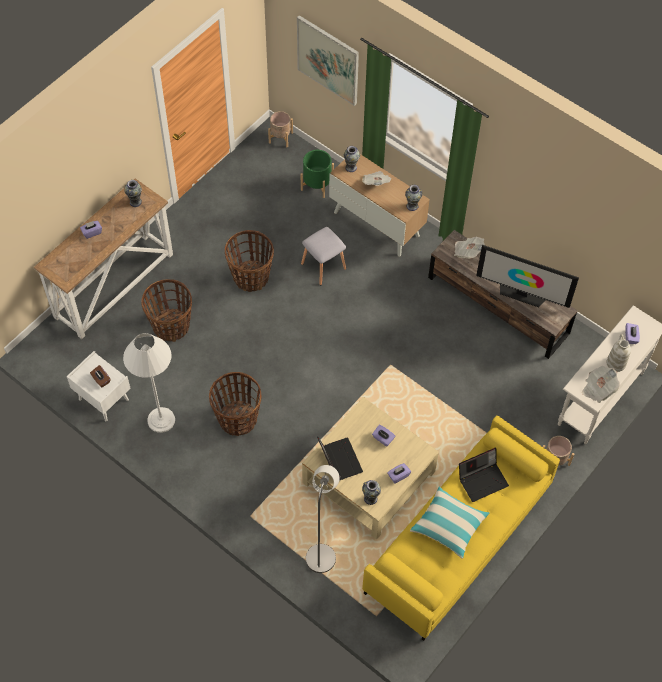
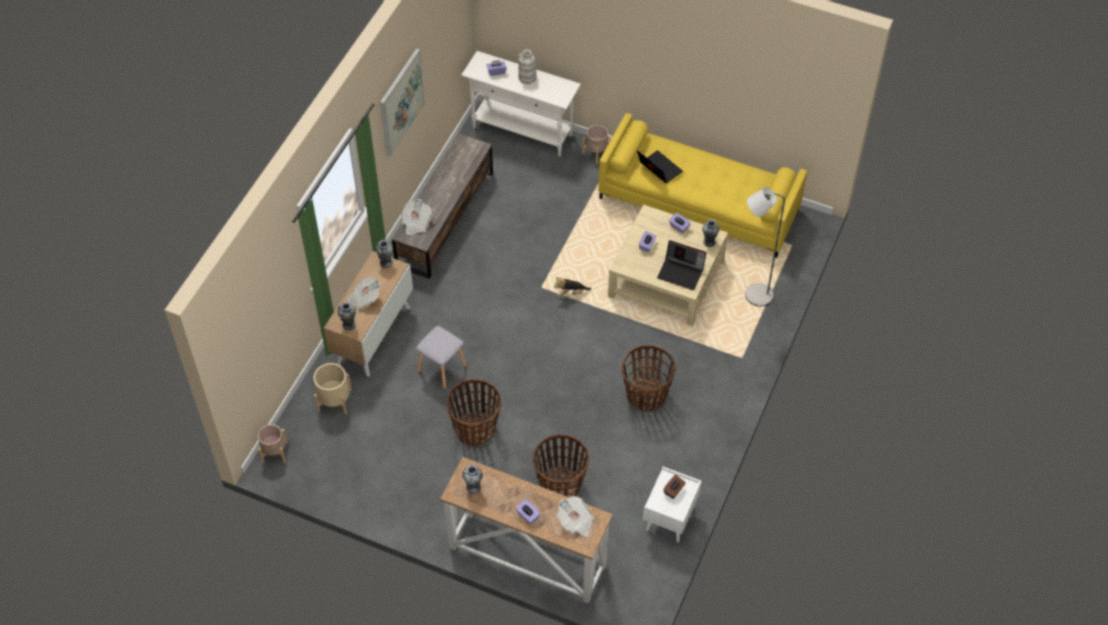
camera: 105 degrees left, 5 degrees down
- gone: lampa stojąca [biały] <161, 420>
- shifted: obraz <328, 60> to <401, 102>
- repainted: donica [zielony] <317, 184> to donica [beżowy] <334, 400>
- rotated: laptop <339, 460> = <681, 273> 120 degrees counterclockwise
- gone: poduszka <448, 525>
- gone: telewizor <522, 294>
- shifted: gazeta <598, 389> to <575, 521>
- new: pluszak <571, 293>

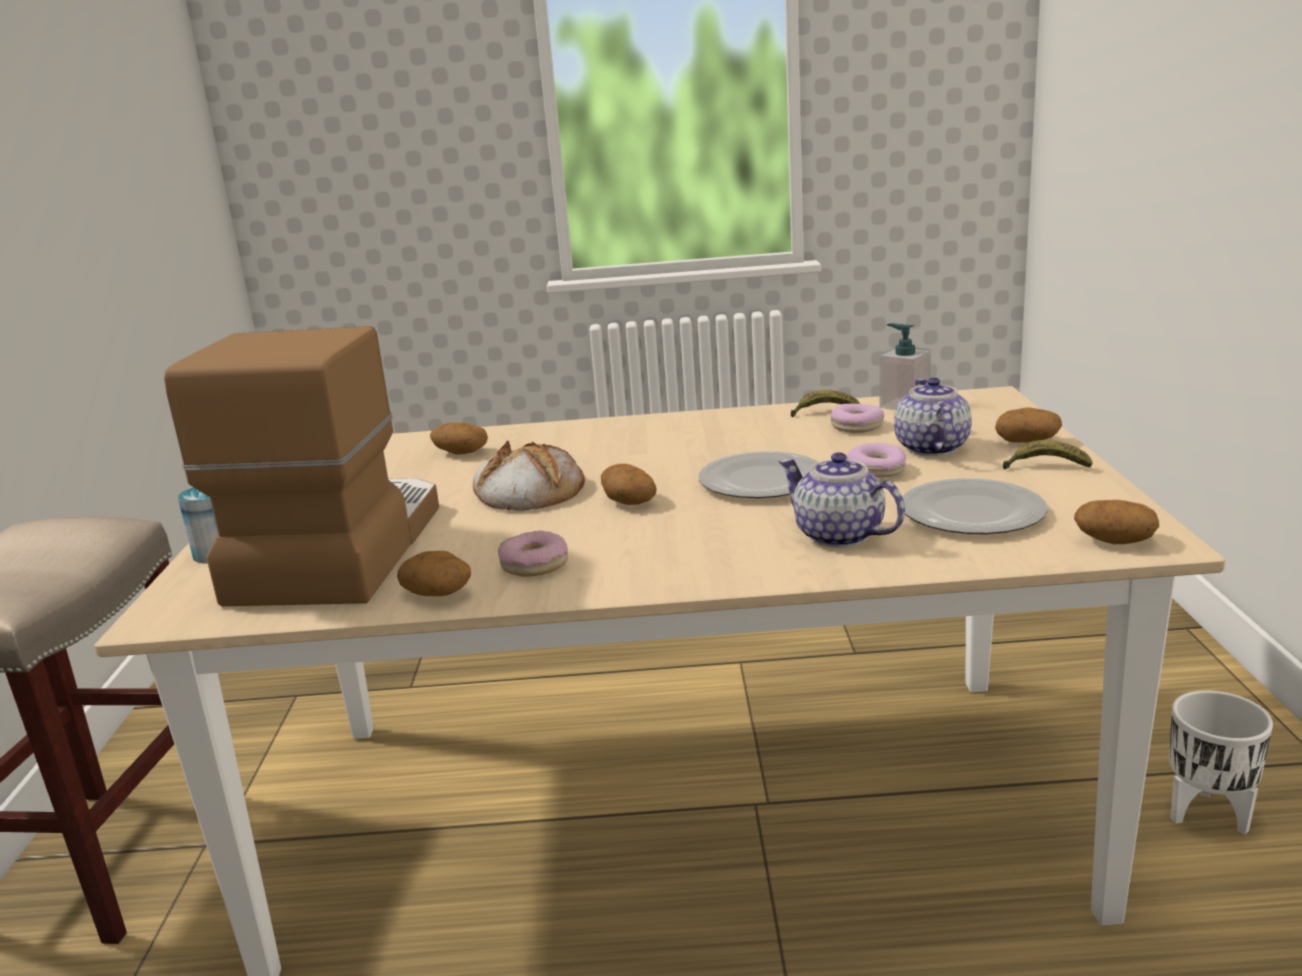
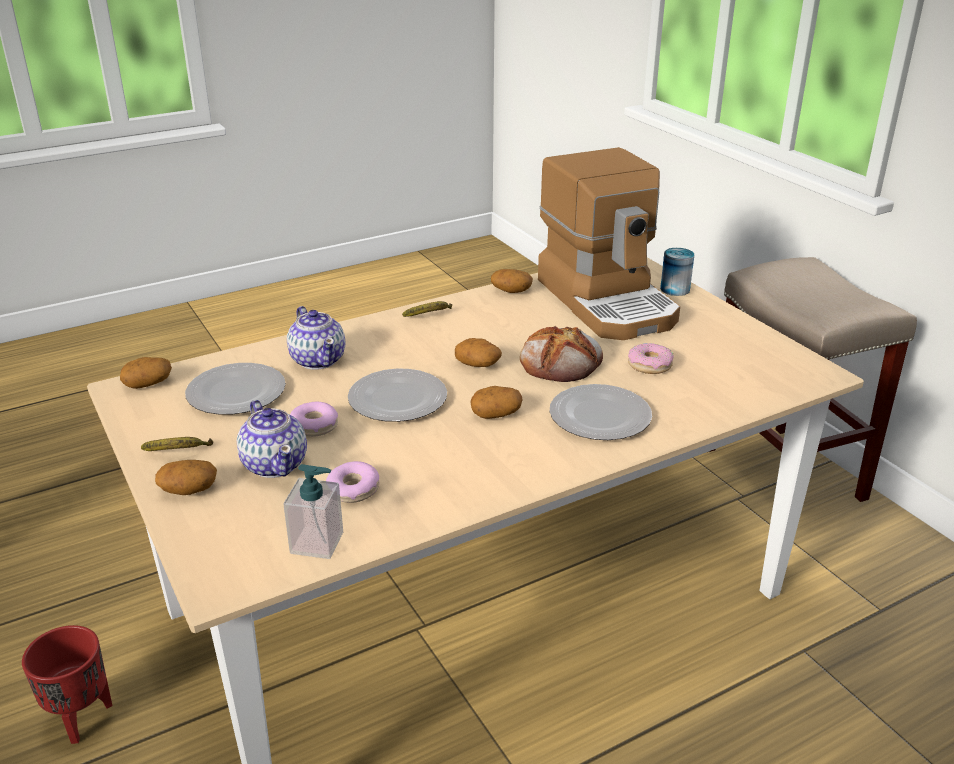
camera: 150 degrees right, 10 degrees up
- shifted: ziemniak <460, 452> to <496, 413>
- shifted: donut <534, 564> to <650, 365>
- rotated: imbryk <839, 536> = <318, 359> 45 degrees clockwise
- shifted: banan <824, 412> to <430, 316>
- repainted: donica [biały] <1209, 815> to donica [czerwony] <80, 717>
- new: talerz <599, 415>

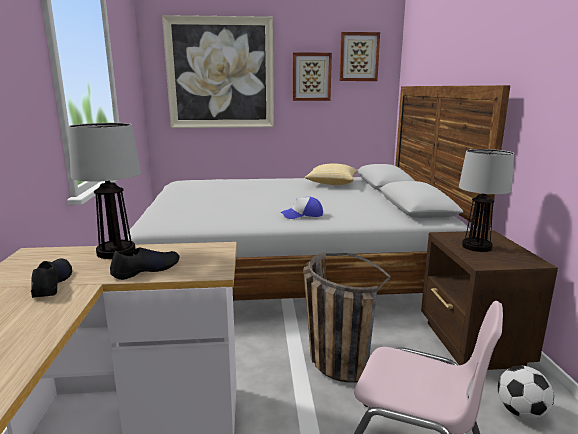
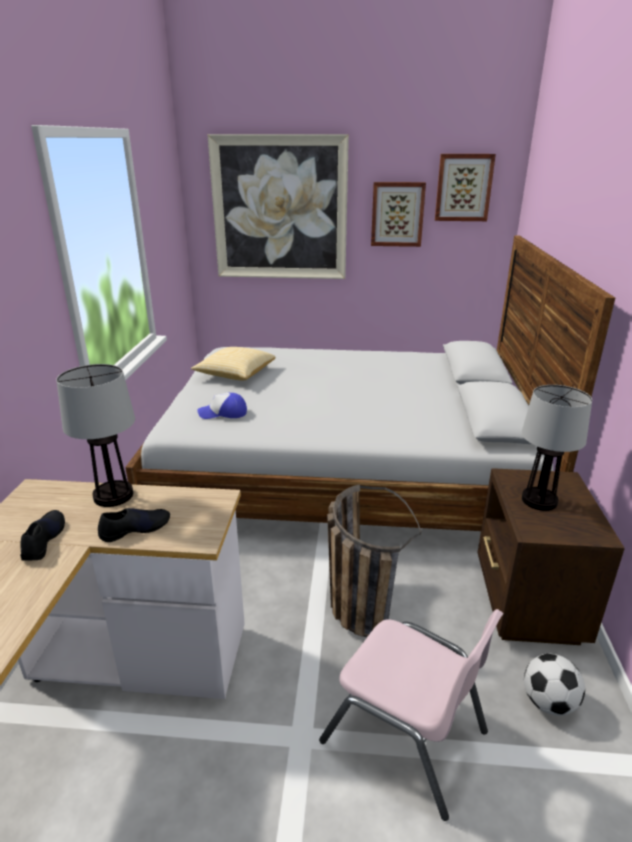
camera: 10 degrees right, 10 degrees up
- shifted: czapka z daszkiem <302, 215> to <223, 413>
- shifted: poduszka <331, 183> to <235, 374>

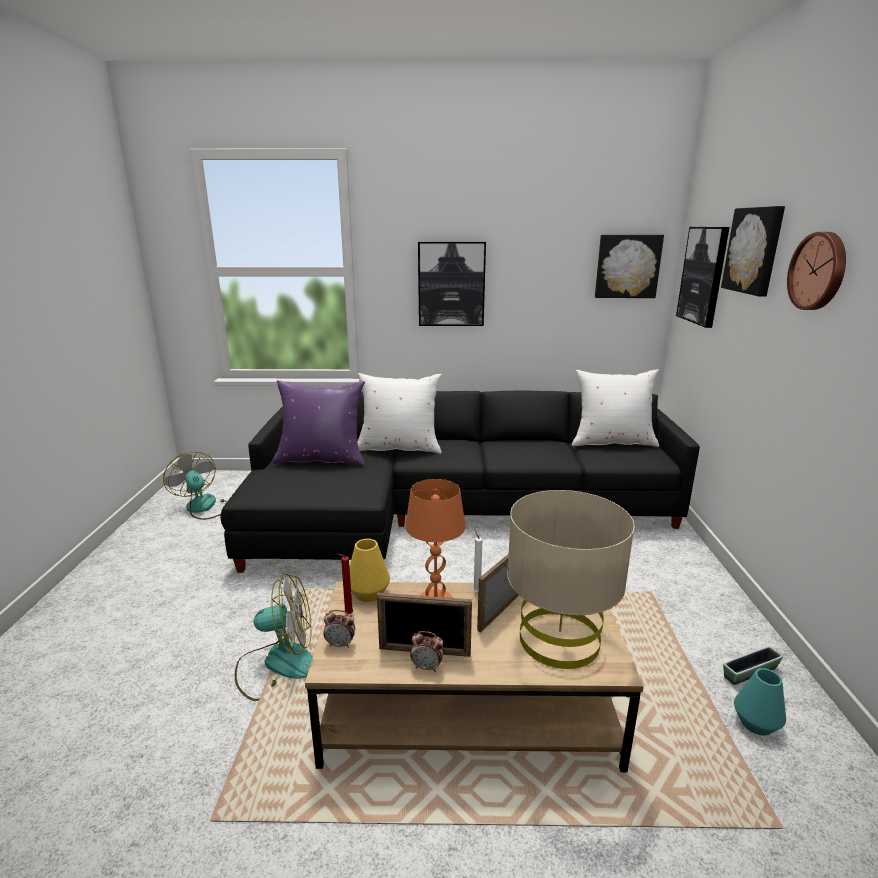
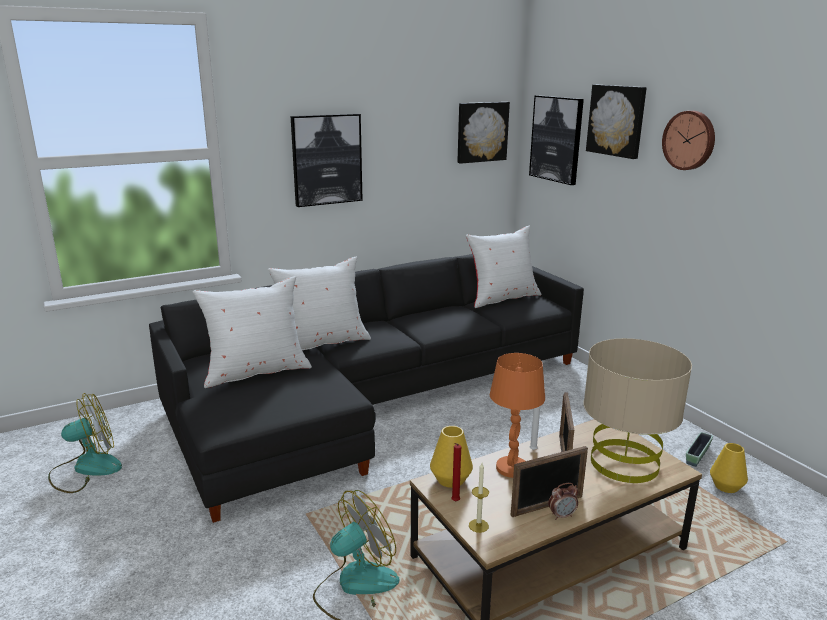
camera: 30 degrees left, 0 degrees up
- rotated: wentylator <205, 507> = <86, 469> 135 degrees clockwise
- repainted: poduszka [fioletowy] <321, 459> to poduszka [biały] <256, 371>
- swapped: budzik <340, 644> to świeca <478, 525>
- repainted: wazon [turkusowy] <756, 723> to wazon [żółty] <726, 486>

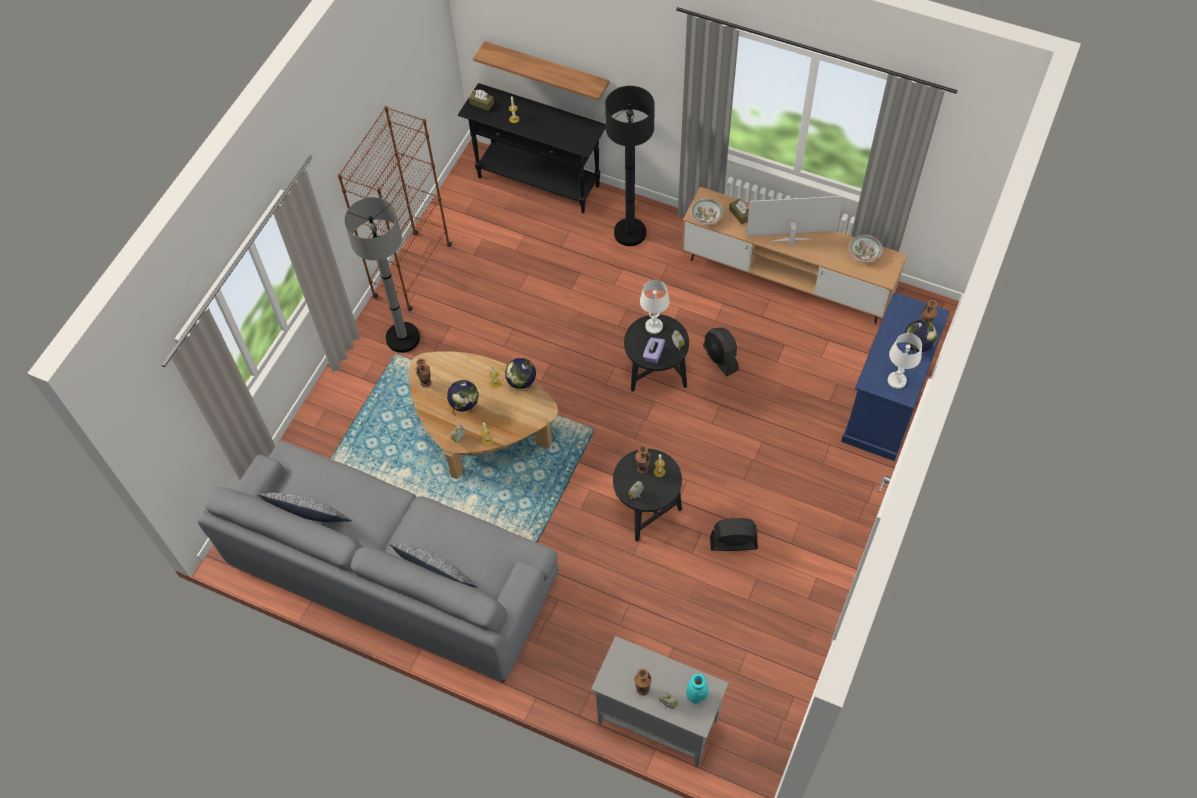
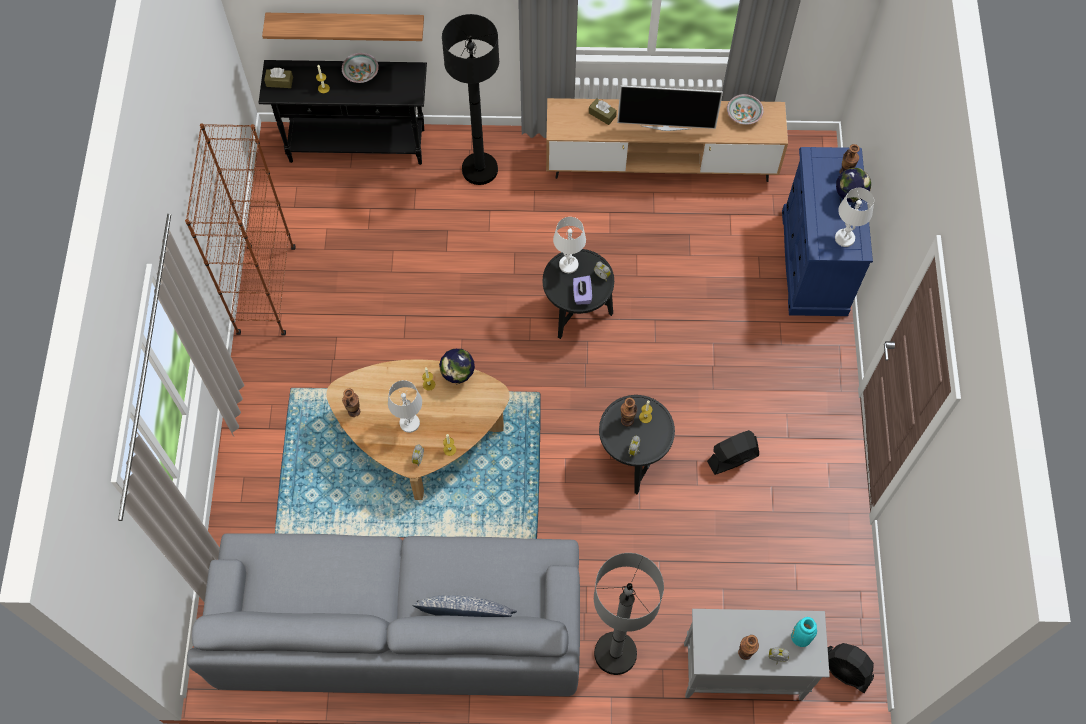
camera: 25 degrees left, 5 degrees up
- gone: poduszka <308, 515>
- shifted: lampa stojąca [szary] <403, 338> to <615, 653>
- swapped: globus <465, 407> to lampa stołowa [biały] <409, 423>
- shifted: miska <706, 216> to <361, 73>
- shifted: wentylator [czarny] <720, 358> to <845, 670>
- rotated: telewizor <790, 241> = <665, 126> 150 degrees counterclockwise

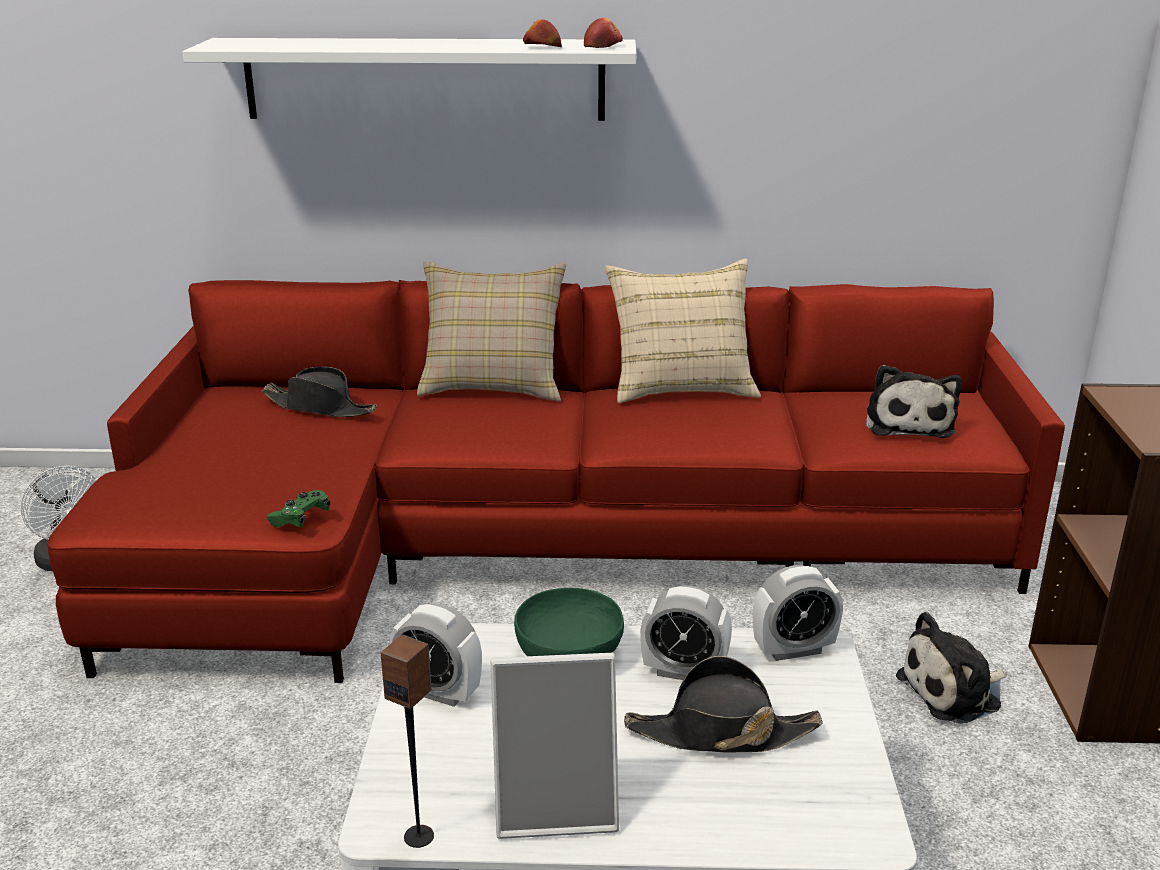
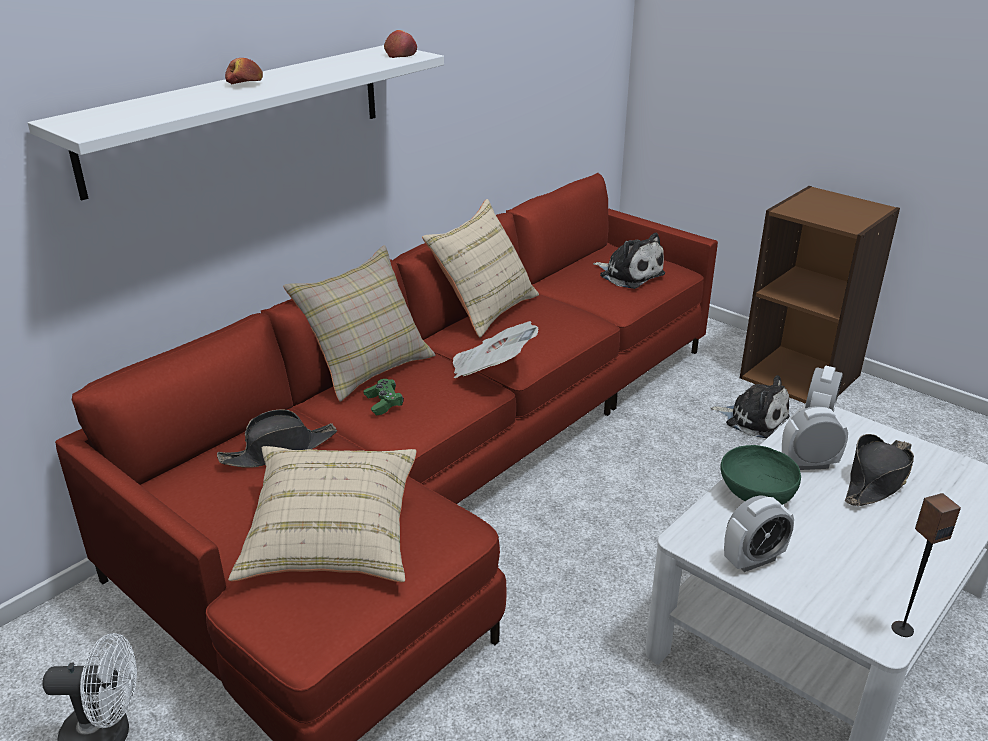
camera: 50 degrees left, 5 degrees up
- shifted: pad do gier [zielony] <300, 518> to <384, 403>
- gone: ramka na zdjęcie <557, 805>
- shifted: jabłko <542, 47> to <245, 84>
- rotated: budzik <684, 672> = <809, 464> 150 degrees counterclockwise
- rotated: pluszak <954, 692> = <753, 419> 75 degrees counterclockwise
- new: poduszka [beżowy] <331, 538>
- new: gazeta <491, 370>

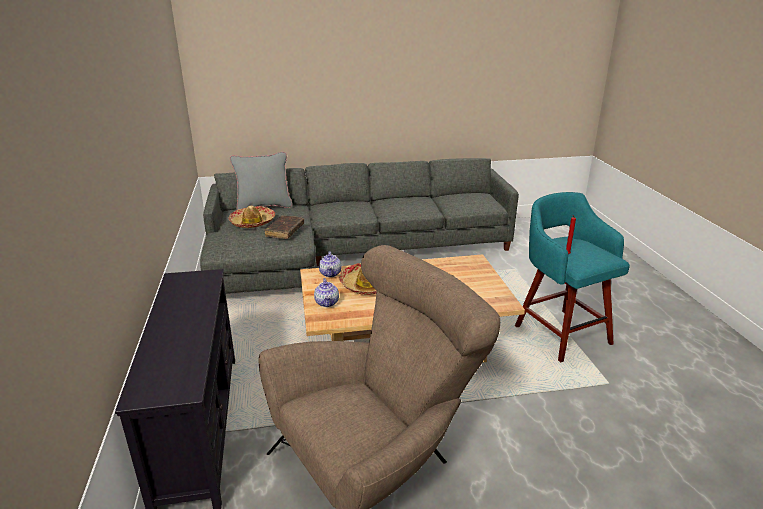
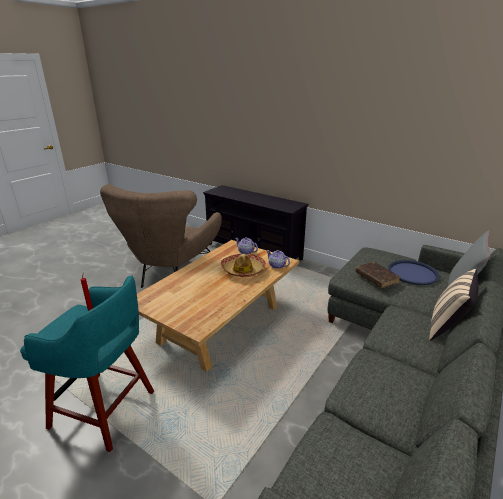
camera: 135 degrees right, 0 degrees up
- swapped: kapelusz <252, 222> to taca [niebieski] <412, 273>
- new: poduszka [beżowy] <447, 328>

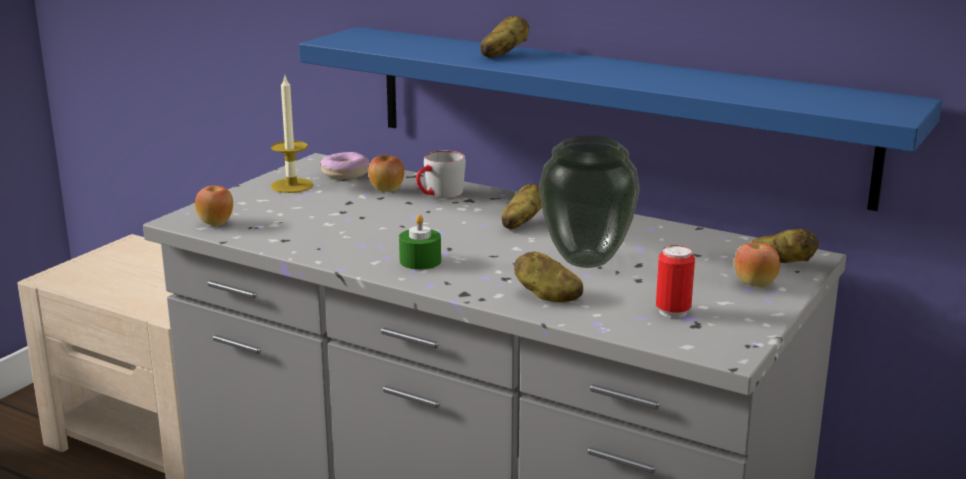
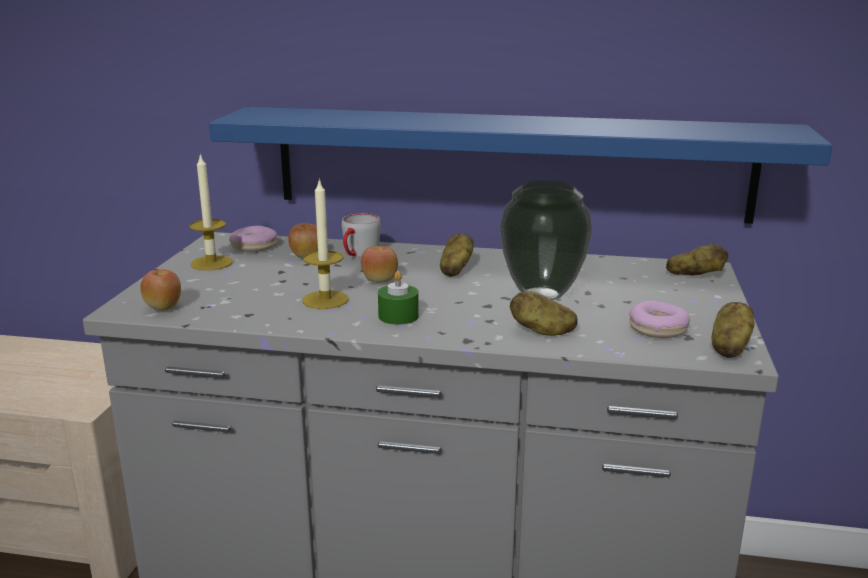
camera: 20 degrees left, 0 degrees up
- shifted: ziemniak <503, 54> to <729, 347>
- swapped: puszka <673, 312> to donut <658, 328>
- shifted: jabłko <754, 284> to <379, 281>
- new: świeca <325, 300>

